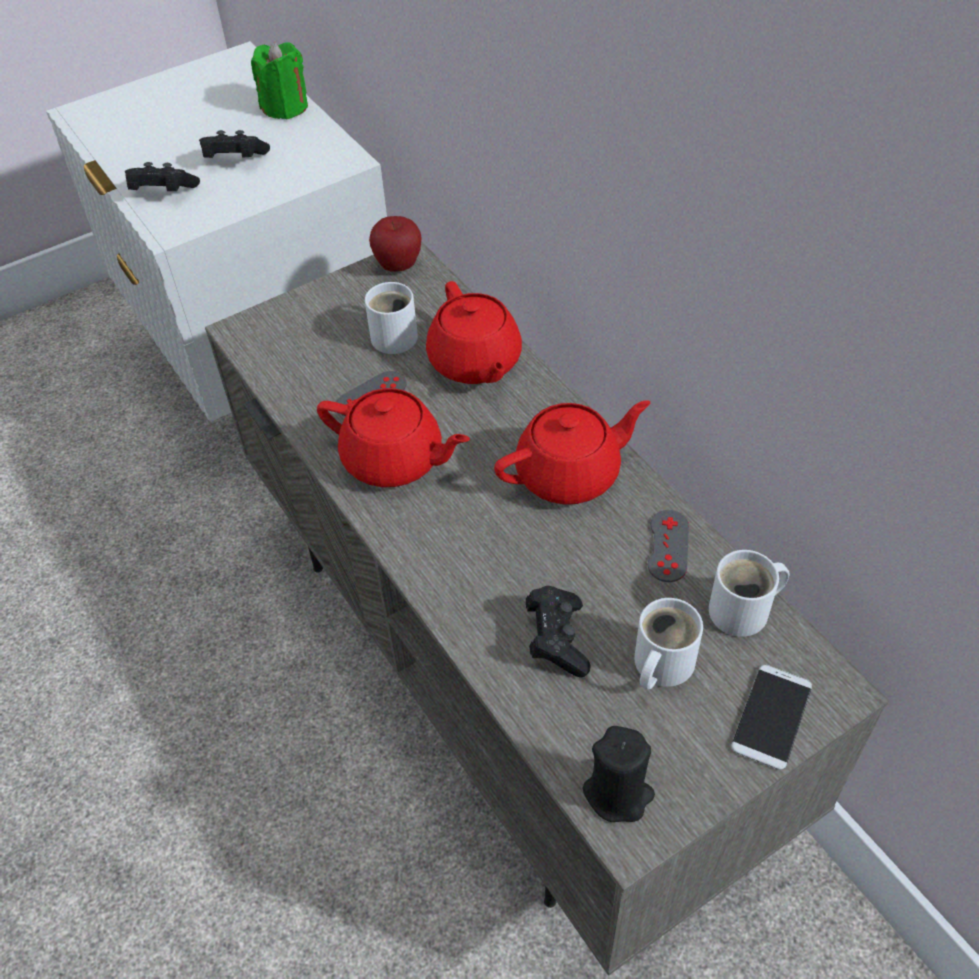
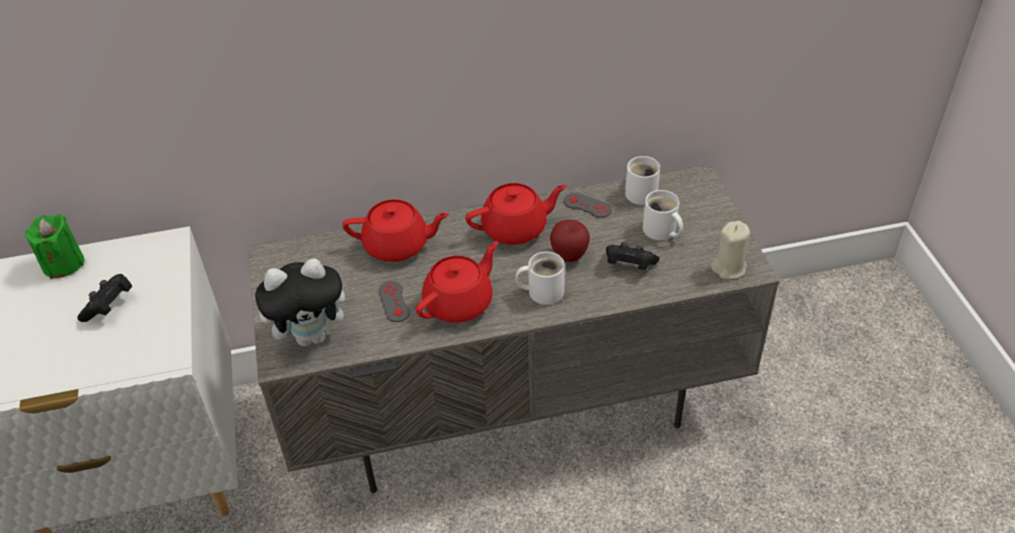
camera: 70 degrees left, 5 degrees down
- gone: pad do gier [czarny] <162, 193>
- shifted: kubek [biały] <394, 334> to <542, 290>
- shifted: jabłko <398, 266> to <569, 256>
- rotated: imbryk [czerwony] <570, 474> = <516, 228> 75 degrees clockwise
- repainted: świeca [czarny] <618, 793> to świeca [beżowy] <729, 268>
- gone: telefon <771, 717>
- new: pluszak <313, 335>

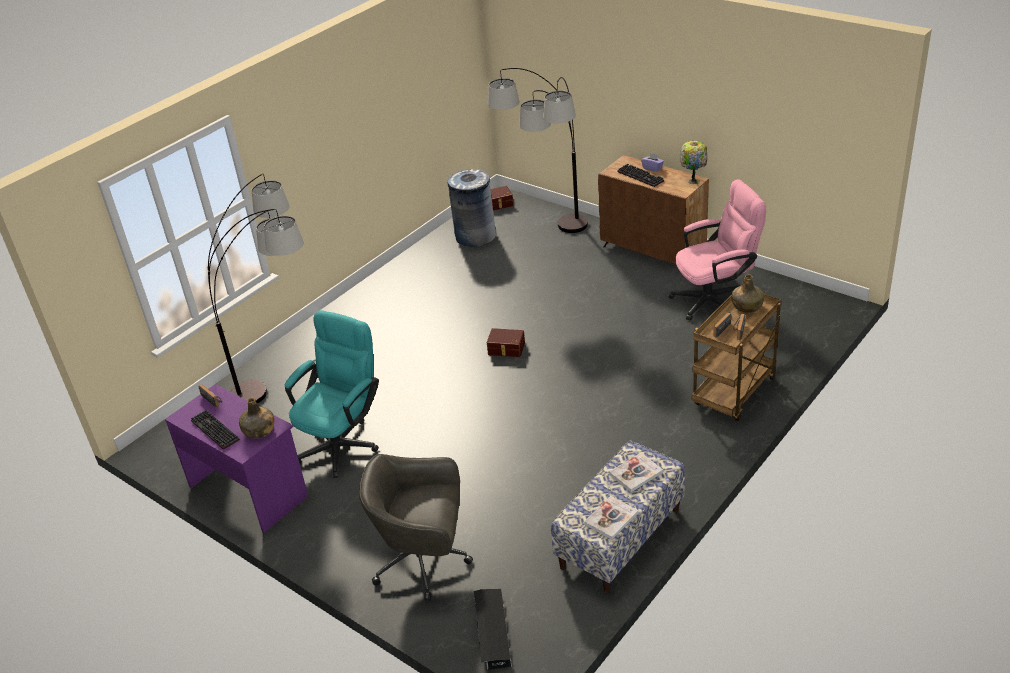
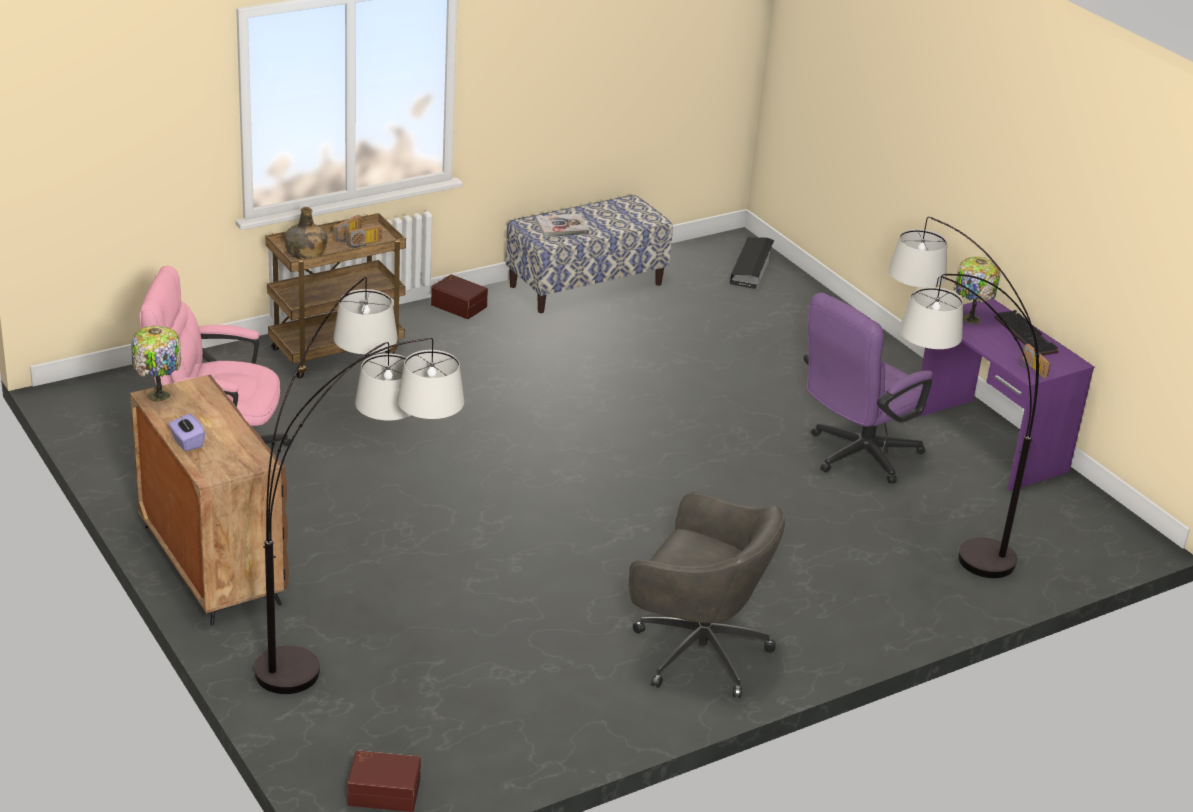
camera: 165 degrees left, 5 degrees down
- swapped: butelka [zielony] <259, 431> to lampa stołowa <969, 319>
- repainted: krzesło biurowe [turkusowy] <343, 442> to krzesło biurowe [fioletowy] <855, 456>
- shifted: krzesło biurowe [szary] <424, 561> to <696, 652>
- gone: kosz na śmieci [szary] <475, 236>
- shifted: pojemnik do przechowywania [brązowy] <506, 349> to <459, 305>
- gone: książka <611, 519>
- gone: klawiatura <641, 176>

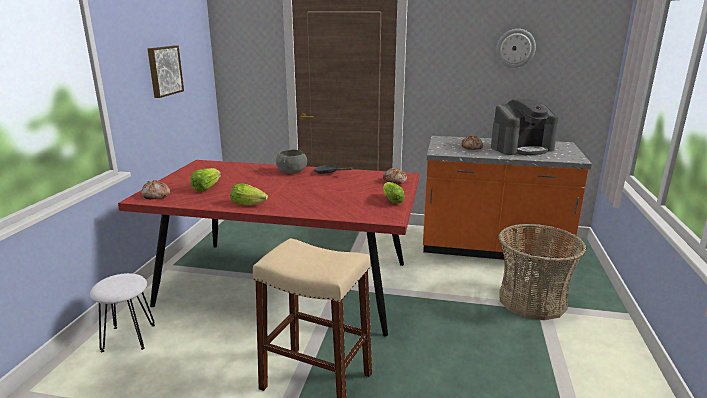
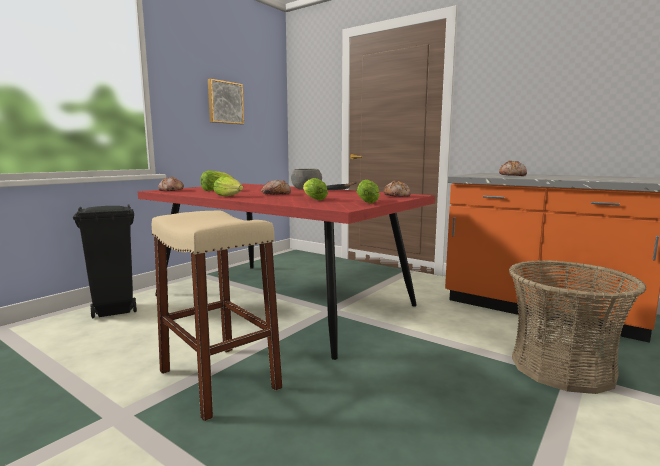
camera: 25 degrees right, 10 degrees down
- swapped: stołek [biały] <128, 338> to kosz na śmieci [czarny] <114, 311>
- gone: ekspres do kawy <521, 148>
- gone: zegar ścienny <515, 48>
- new: chleb <276, 194>
- new: sałata <313, 199>

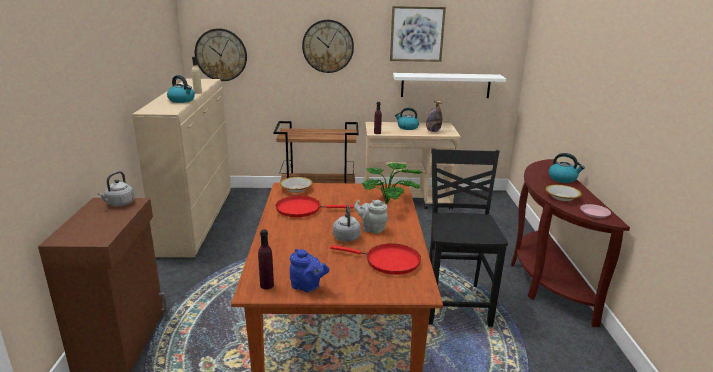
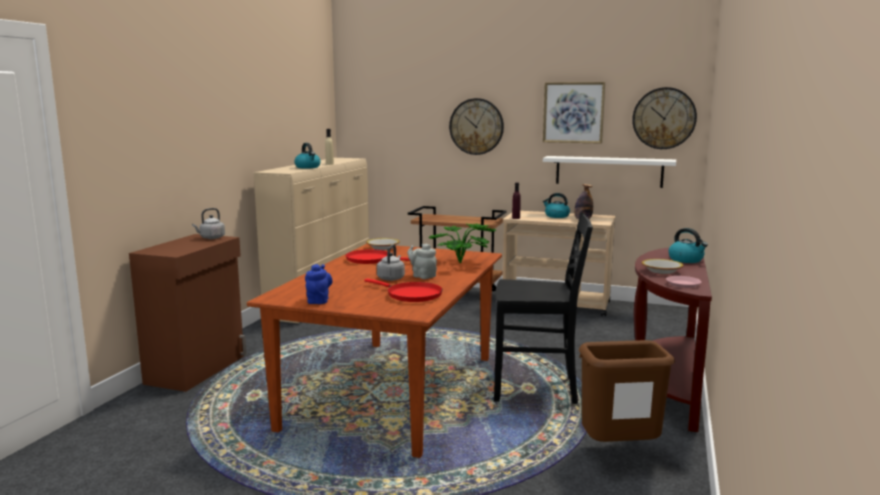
camera: 20 degrees right, 10 degrees down
- shifted: zegar ścienny <221, 55> to <664, 118>
- gone: butelka [fioletowy] <267, 285>
- rotated: imbryk [niebieski] <307, 287> = <318, 300> 135 degrees counterclockwise
- rotated: krzesło [czarny] <456, 303> = <537, 389> 75 degrees clockwise
- new: kosz na śmieci [brązowy] <619, 451>

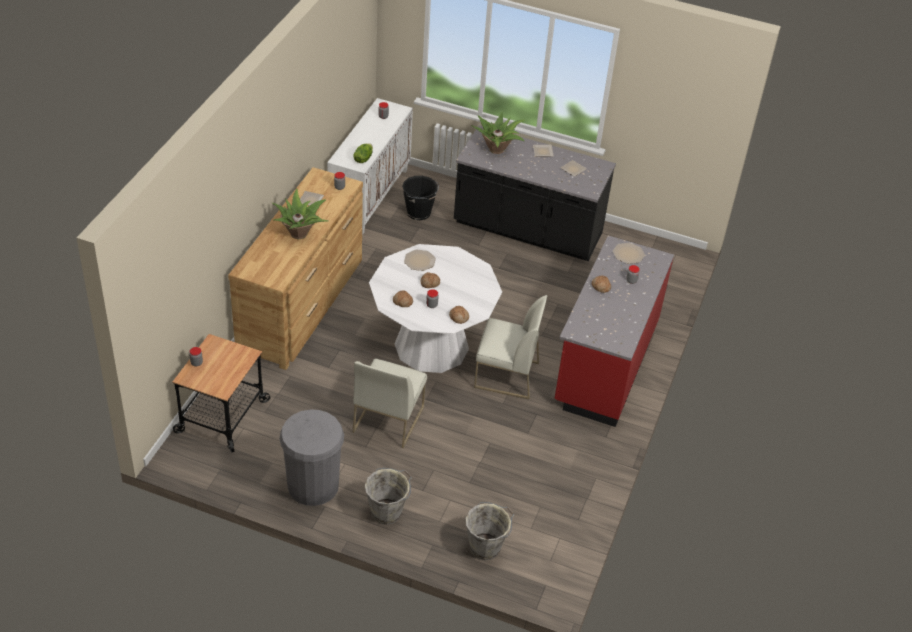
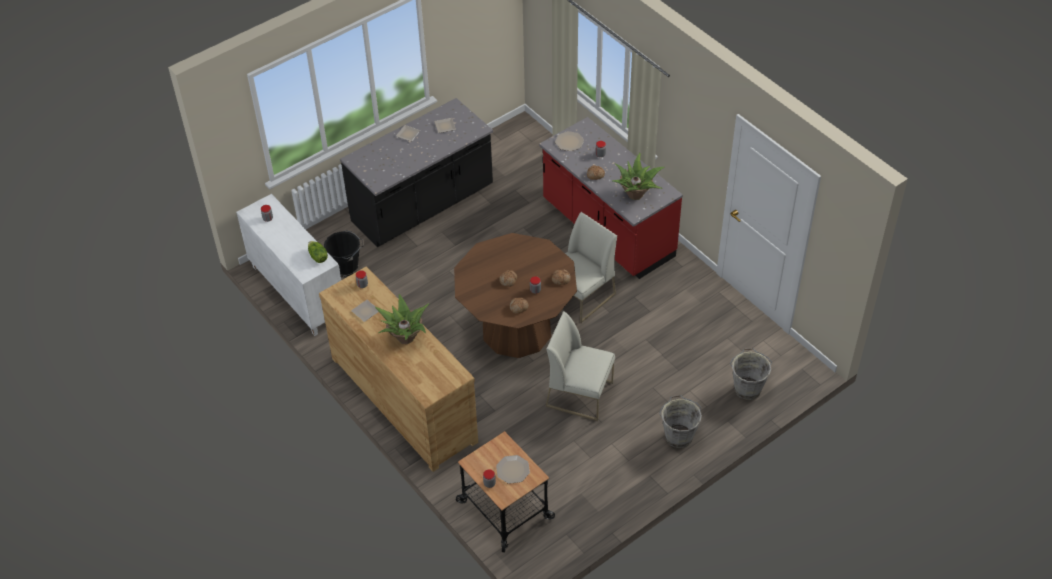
camera: 55 degrees left, 5 degrees up
- gone: kosz na śmieci [szary] <313, 485>
- rotated: krzesło [biały] <388, 419> = <580, 394> 150 degrees clockwise
- repainted: stół jadalny [biały] <431, 346> to stół jadalny [brązowy] <516, 330>
- shifted: talerz <419, 261> to <512, 470>
- shifted: roślina doniczkowa <497, 149> to <636, 194>

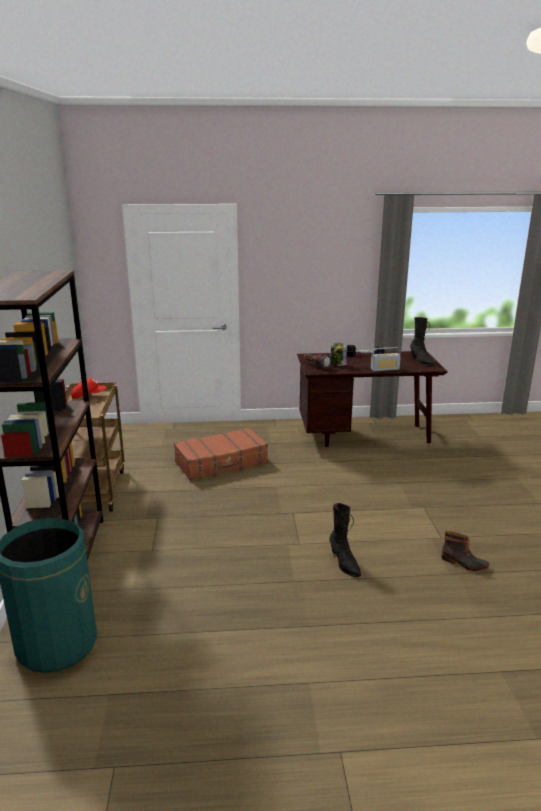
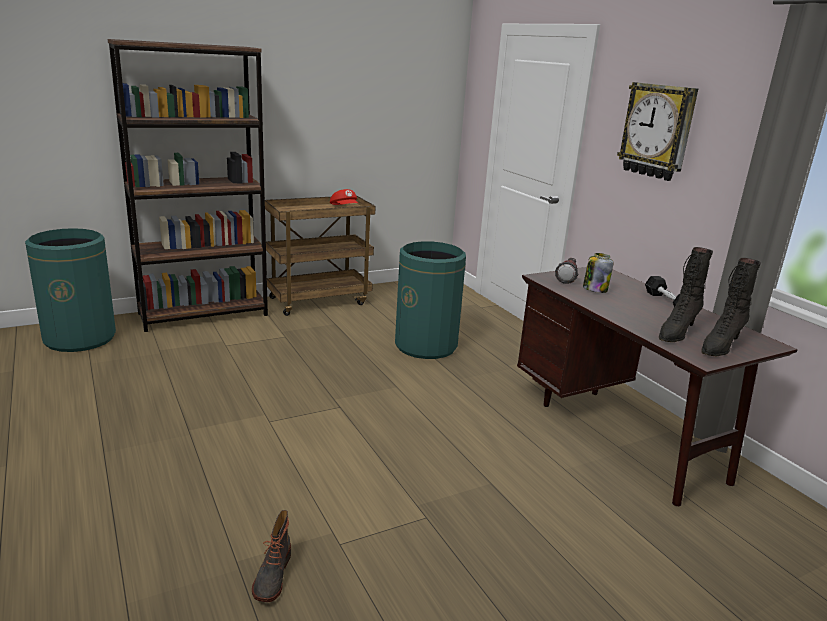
camera: 65 degrees right, 0 degrees up
- swapped: walizka [brązowy] <222, 463> to kosz na śmieci [zielony] <426, 346>
- shifted: but z cholewką [czarny] <344, 563> to <676, 333>
- gone: radio <385, 369>
- new: zegar ścienny <657, 131>

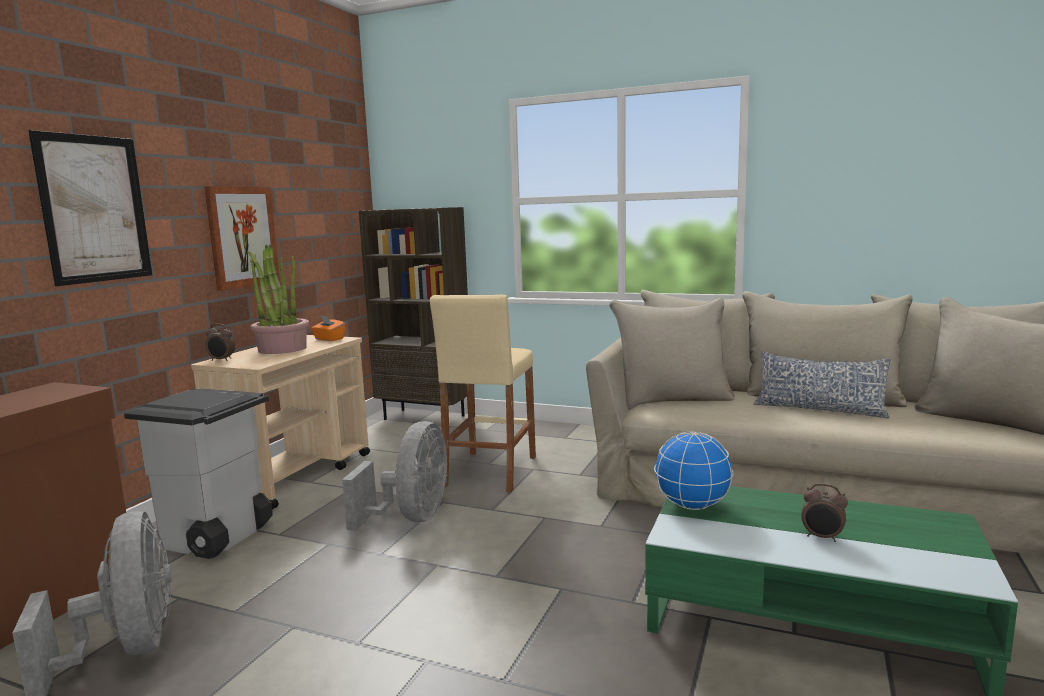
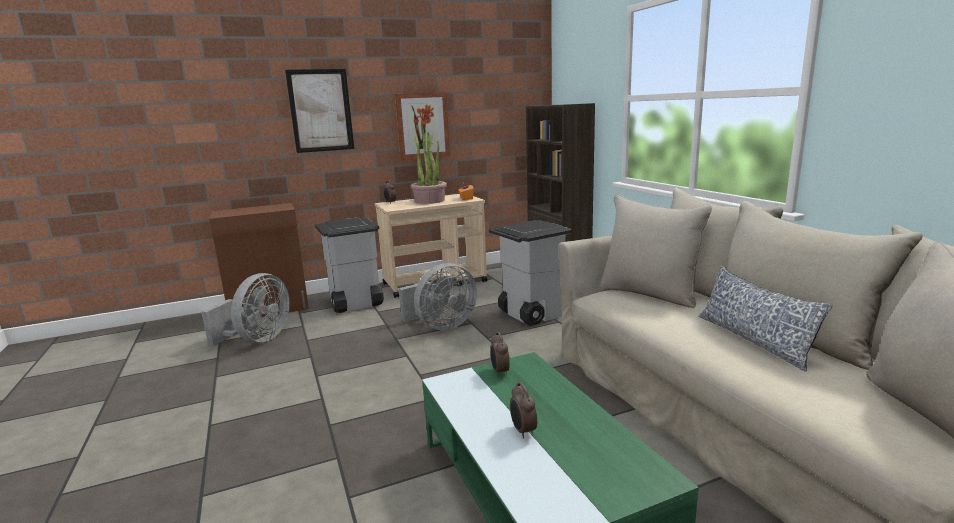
camera: 45 degrees right, 5 degrees up
- swapped: stołek [beżowy] <490, 471> to kosz na śmieci [szary] <530, 314>
- swapped: globus <693, 505> to budzik <499, 372>

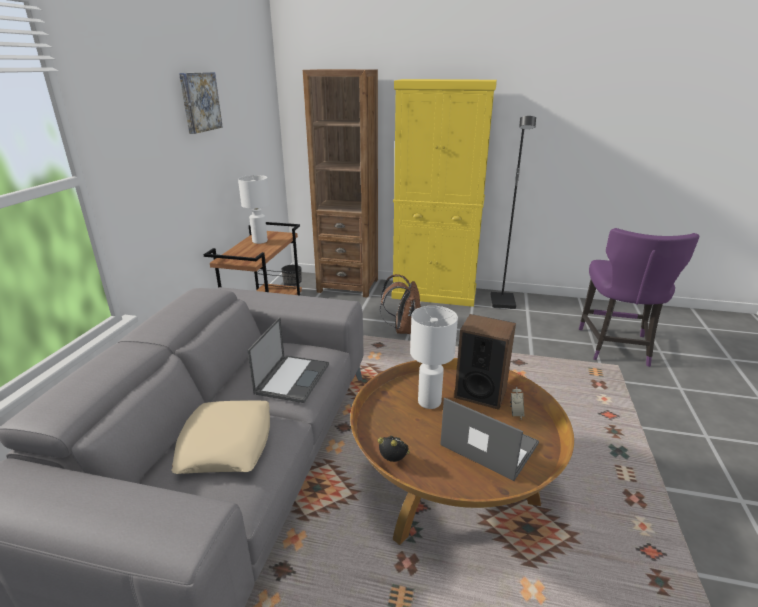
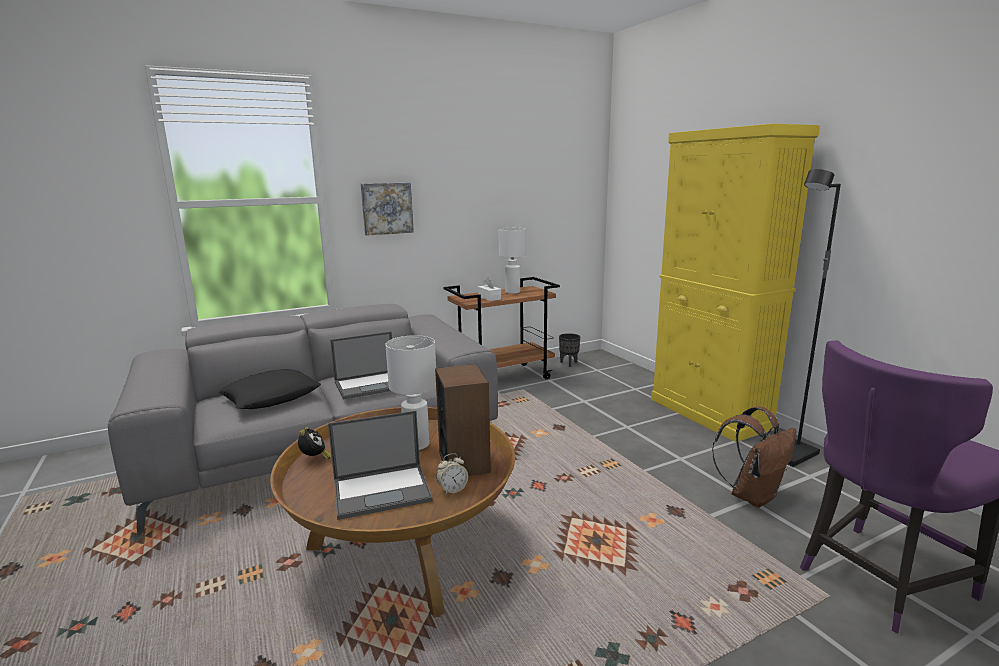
camera: 50 degrees right, 10 degrees down
- repainted: poduszka [beżowy] <226, 443> to poduszka [czarny] <271, 397>
- shifted: obraz <199, 102> to <386, 208>
- gone: regał [brązowy] <348, 286>
- shifted: plecak [brązowy] <402, 329> to <752, 495>
- rotated: laptop <487, 444> = <383, 490> 75 degrees clockwise
- new: pudełko chusteczek [biały] <489, 298>

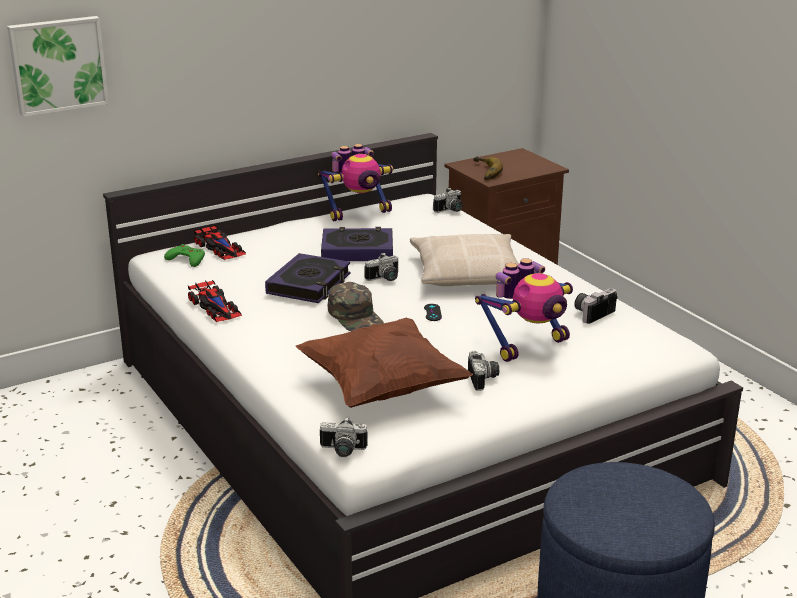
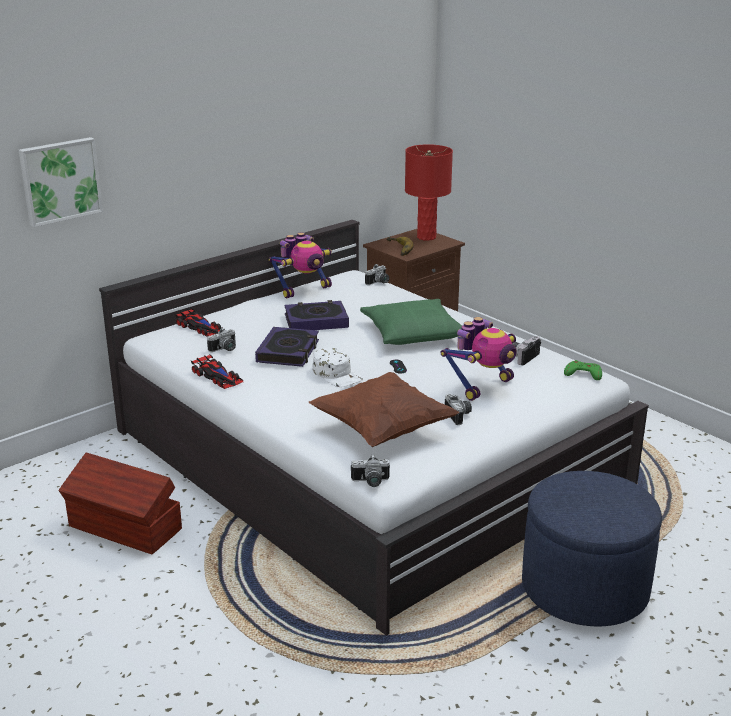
camera: 10 degrees left, 0 degrees up
- shifted: pad do gier [zielony] <186, 259> to <583, 374>
- repainted: czapka z daszkiem [zielony] <355, 316> to czapka z daszkiem [biały] <337, 374>
- shifted: aparat fotograficzny <384, 279> to <225, 349>
- repainted: poduszka [beżowy] <467, 273> to poduszka [zielony] <412, 332>
- new: pojemnik do przechowywania [brązowy] <125, 529>
- new: lampa stołowa [czerwony] <426, 237>

